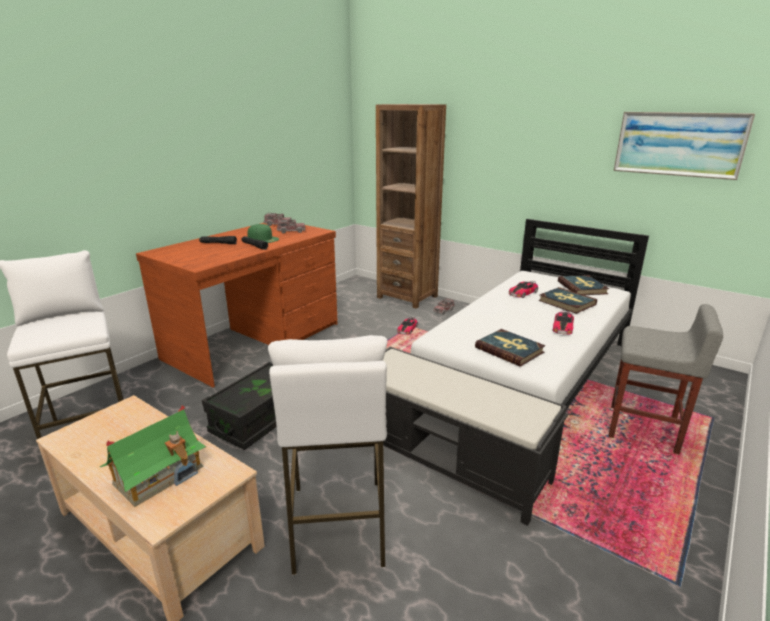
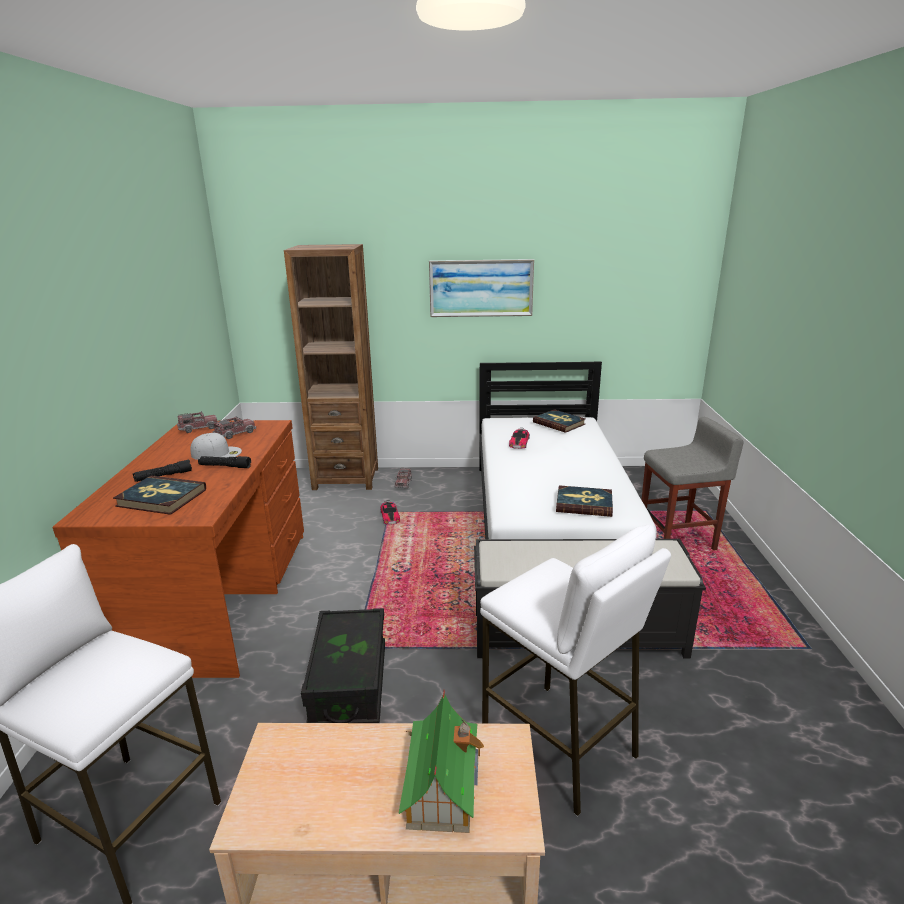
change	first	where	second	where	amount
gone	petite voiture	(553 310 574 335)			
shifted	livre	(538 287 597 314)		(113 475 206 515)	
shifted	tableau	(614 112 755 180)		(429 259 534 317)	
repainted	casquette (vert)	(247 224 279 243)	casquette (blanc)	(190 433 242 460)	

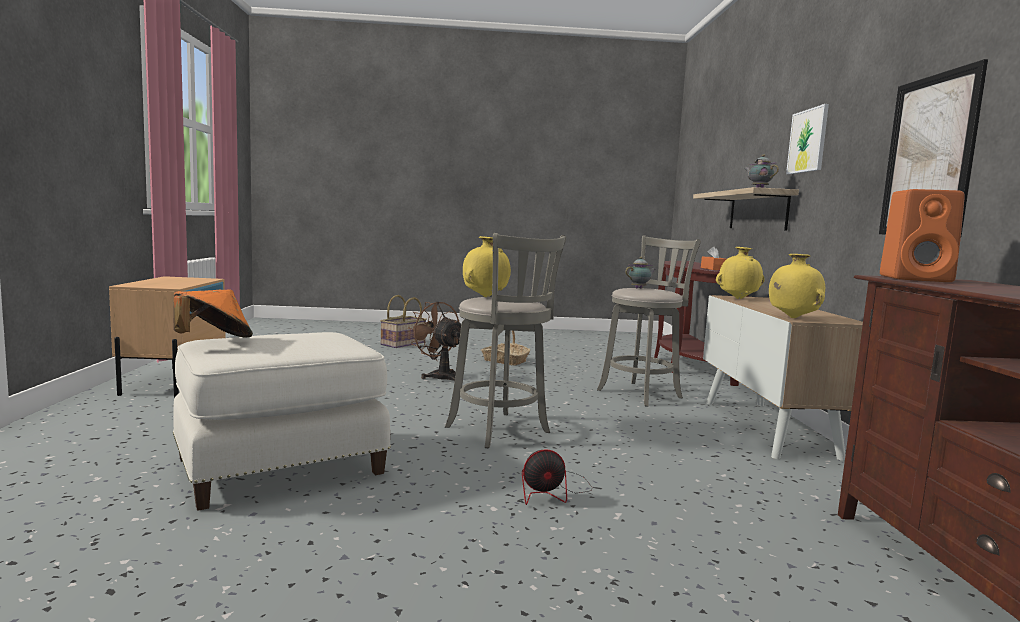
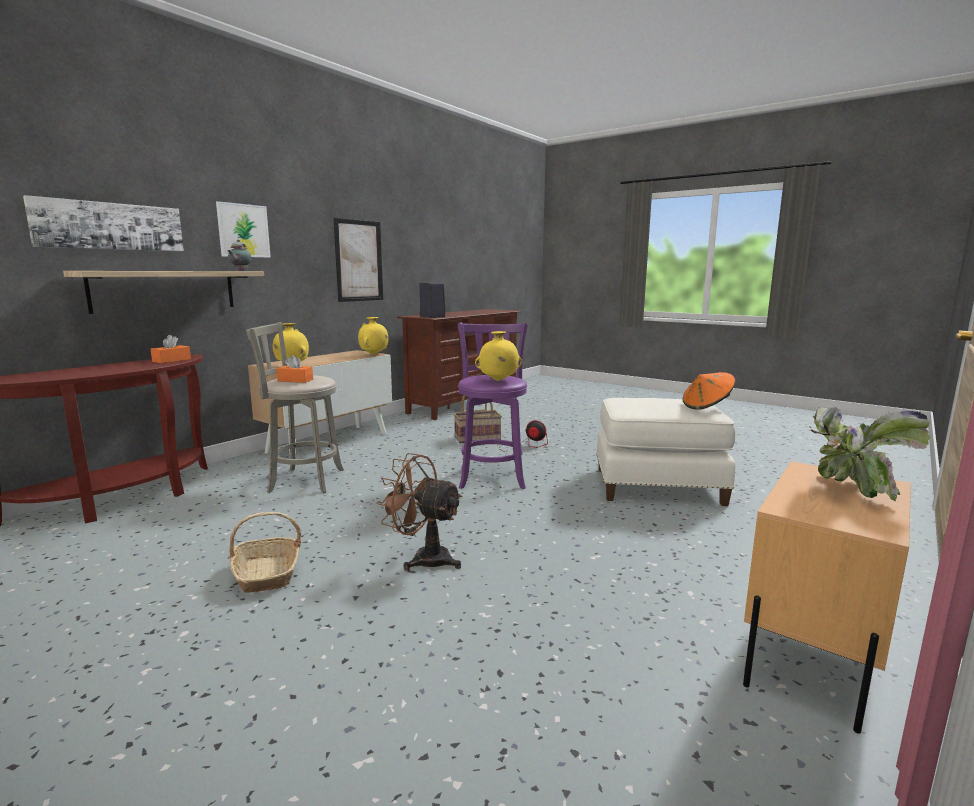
change	first	where	second	where	amount
new			tableau	(23 195 184 251)	
new			plante en pot	(809 407 931 501)	
shifted	panier	(380 295 427 348)		(454 395 502 443)	
swapped	théière	(625 257 656 288)	boîte à mouchoirs (orange)	(276 355 313 383)	
repainted	tabouret (gris)	(445 233 566 448)	tabouret (violet)	(458 322 528 489)	
repainted	enceinte (orange)	(880 189 965 282)	enceinte (noir)	(420 283 446 318)	
rotated	ventilateur (marron)	(408 302 461 381)		(377 453 463 571)	120 degrees clockwise

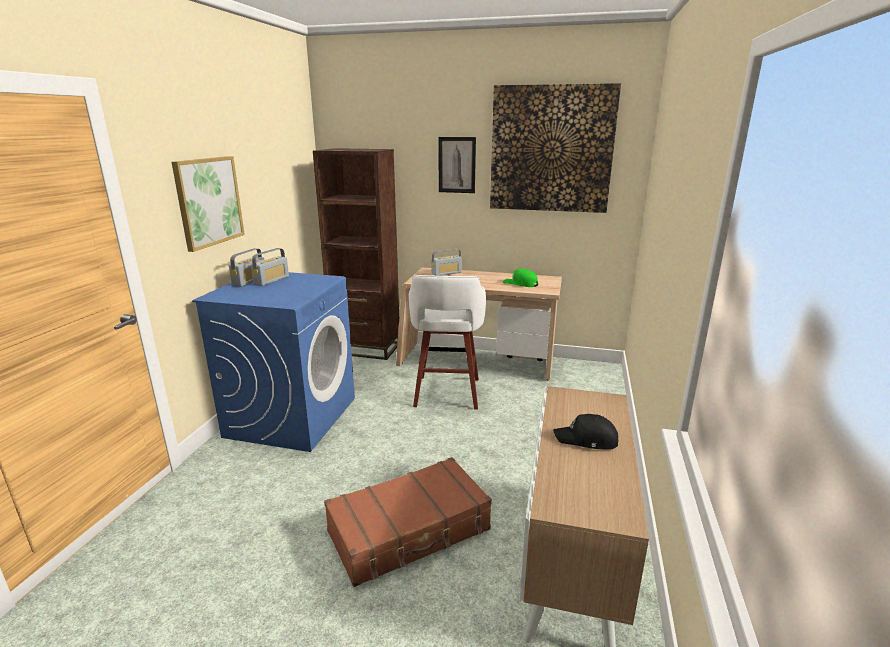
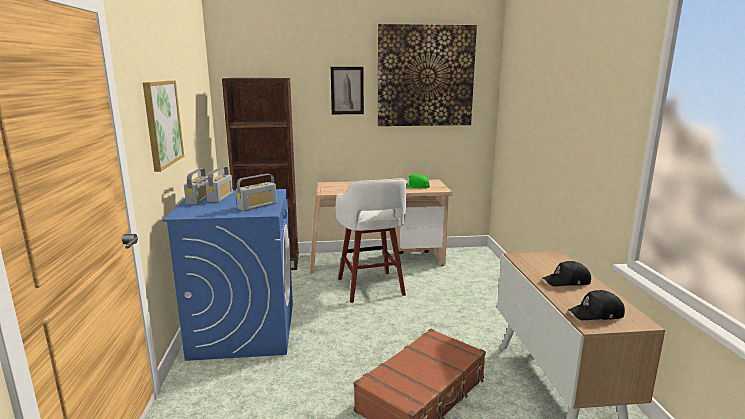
change	first	where	second	where	amount
new			casquette (noir)	(568 290 625 320)	
shifted	radio	(431 249 462 276)		(236 174 277 211)	

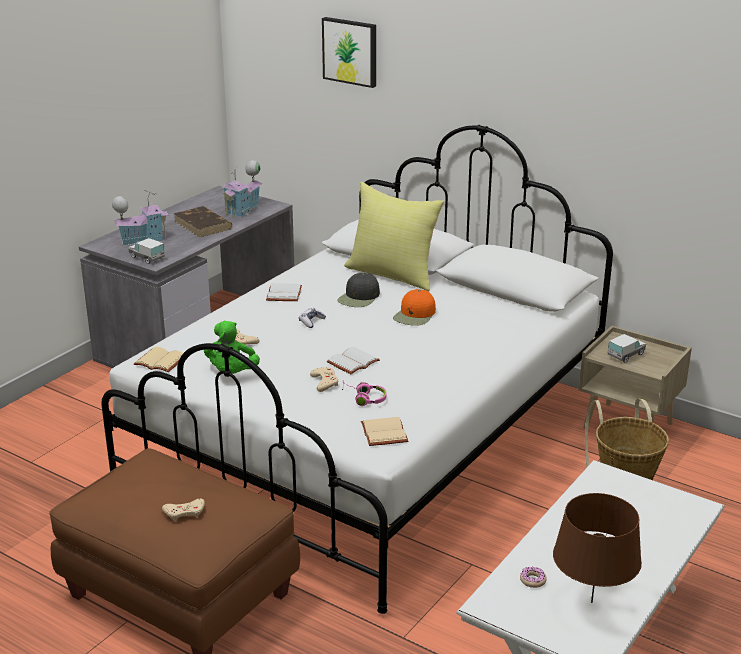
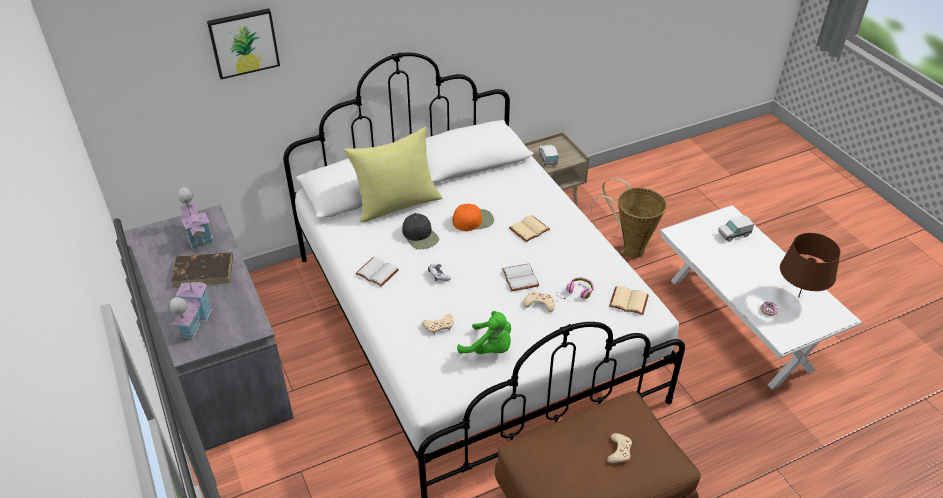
change	first	where	second	where	amount
shifted	camion jouet	(128 238 165 264)		(718 215 754 242)	
shifted	livre (beige)	(134 347 183 372)		(509 215 550 242)	
rotated	casquette (orange)	(393 289 436 326)		(452 204 494 231)	75 degrees counterclockwise

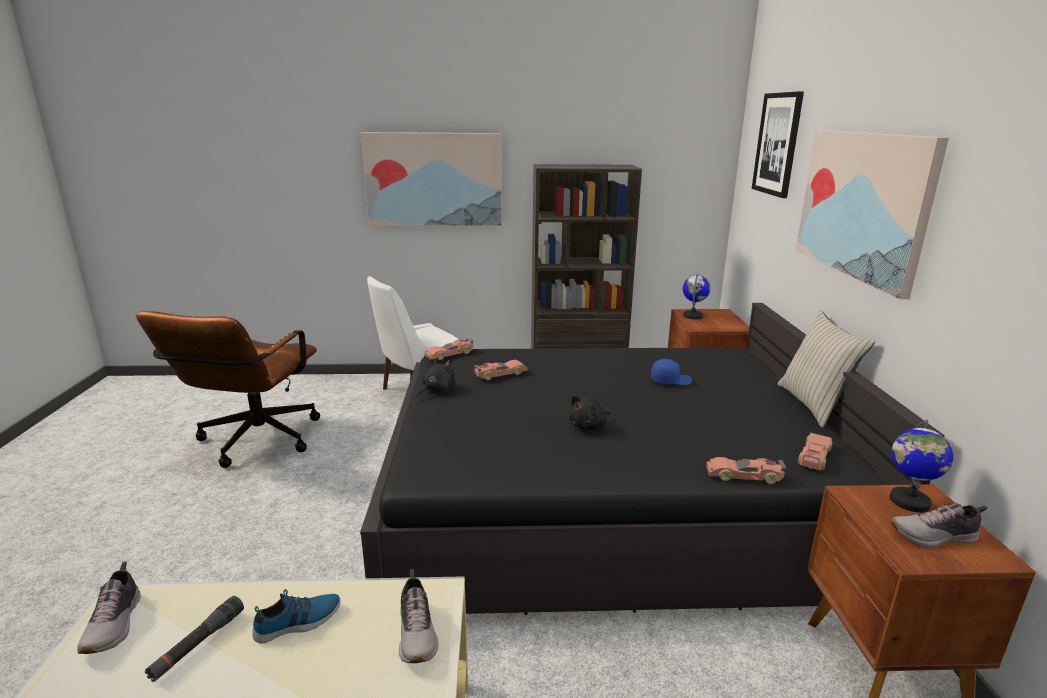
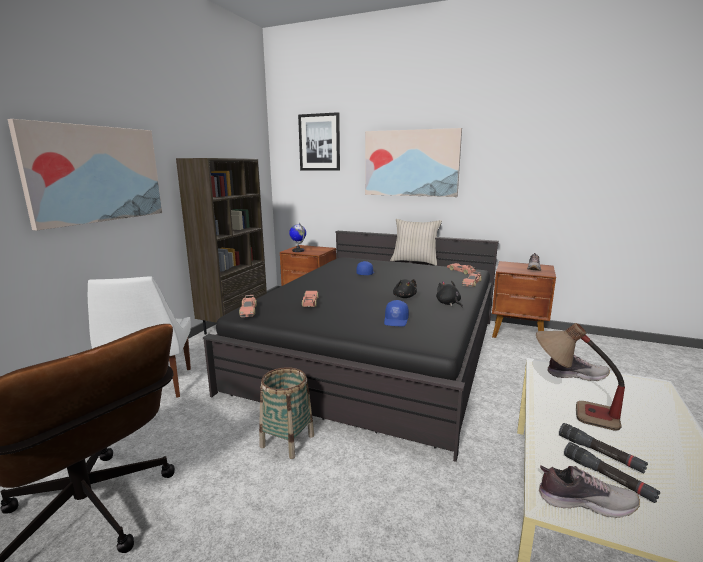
change	first	where	second	where	amount
gone	globe	(889 420 953 512)			
new			panier	(259 367 314 459)	
new			casquette (bleu)	(384 300 409 327)	
new			lampe de poche (noir)	(564 442 660 503)	
shifted	peluche (noir)	(416 358 455 397)		(436 281 463 308)	
swapped	chaussure	(252 589 341 644)	lampe de table	(536 323 625 430)	

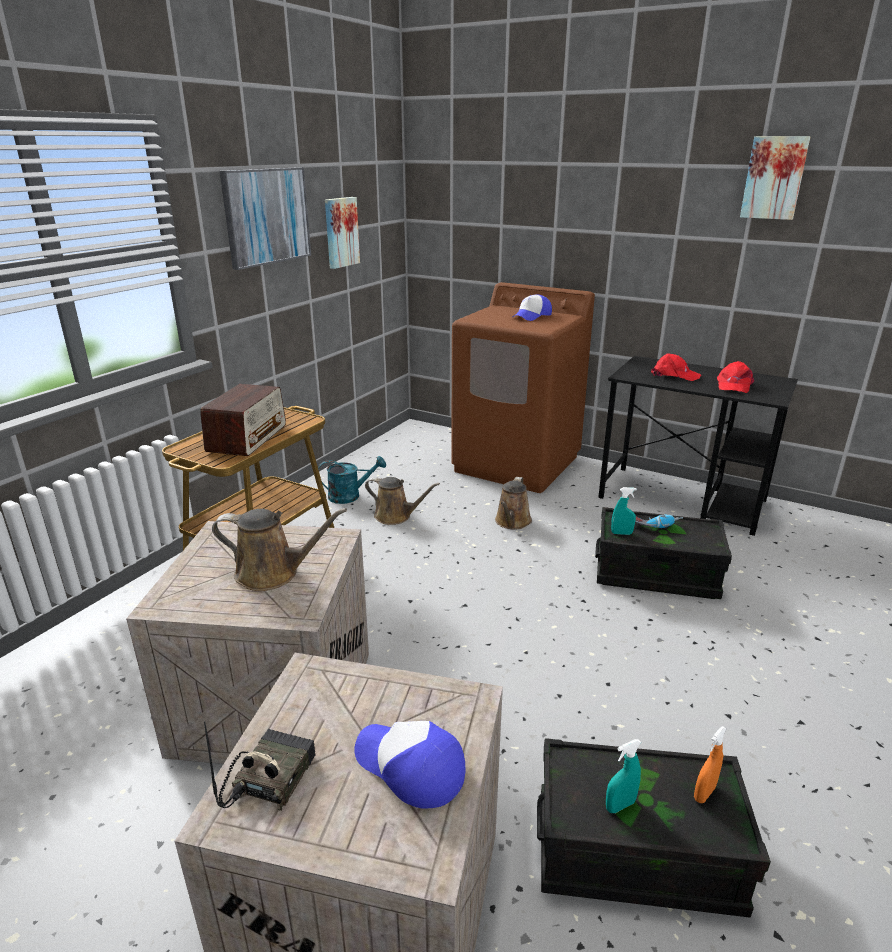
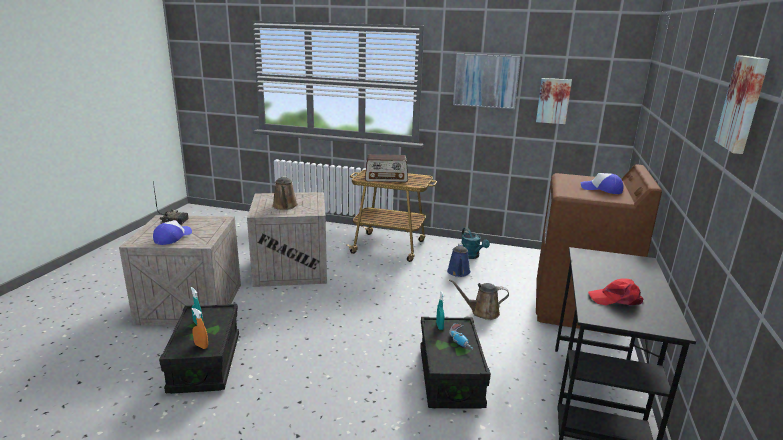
change	first	where	second	where	amount
gone	casquette (rouge)	(651 353 701 381)			
repainted	arrosoir (marron)	(365 477 440 525)	arrosoir (bleu)	(447 244 471 277)	

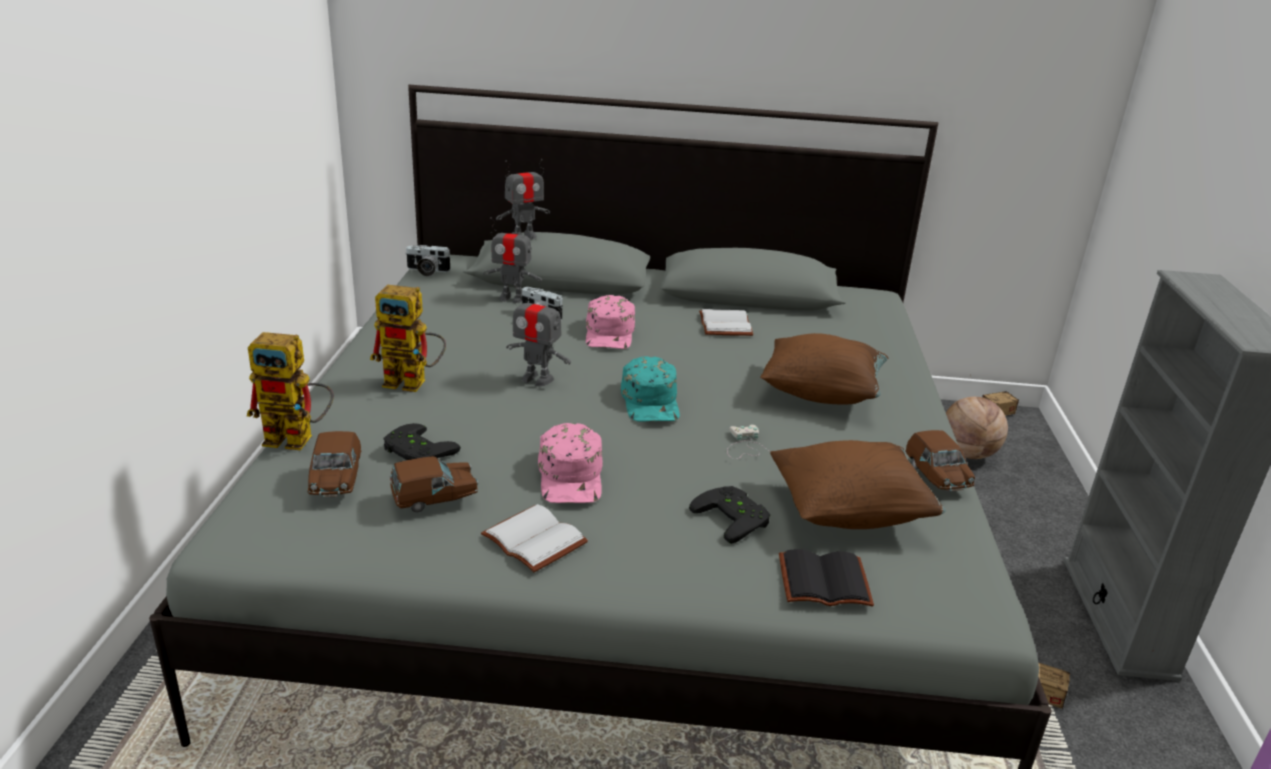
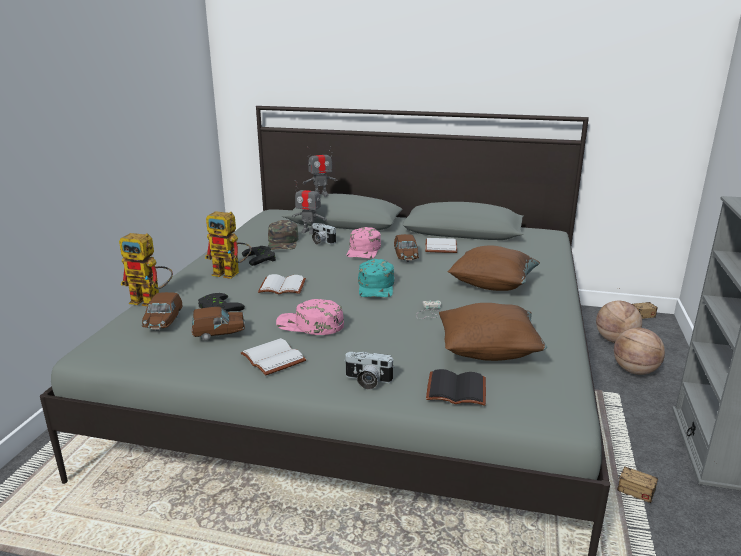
change	first	where	second	where	amount
gone	robot jouet	(506 284 571 386)			
new			livre (blanc)	(258 274 306 294)	
new			casquette (vert)	(268 220 299 250)	
new			ballon de basket	(614 328 665 375)	
shifted	appareil photo	(405 245 451 276)		(344 352 395 389)	
shifted	manette (noir)	(689 486 770 544)		(242 246 276 266)	
shifted	petite voiture (marron)	(906 430 975 491)		(394 234 419 262)	
rotated	casquette (rose)	(538 423 603 503)		(276 299 344 335)	105 degrees clockwise

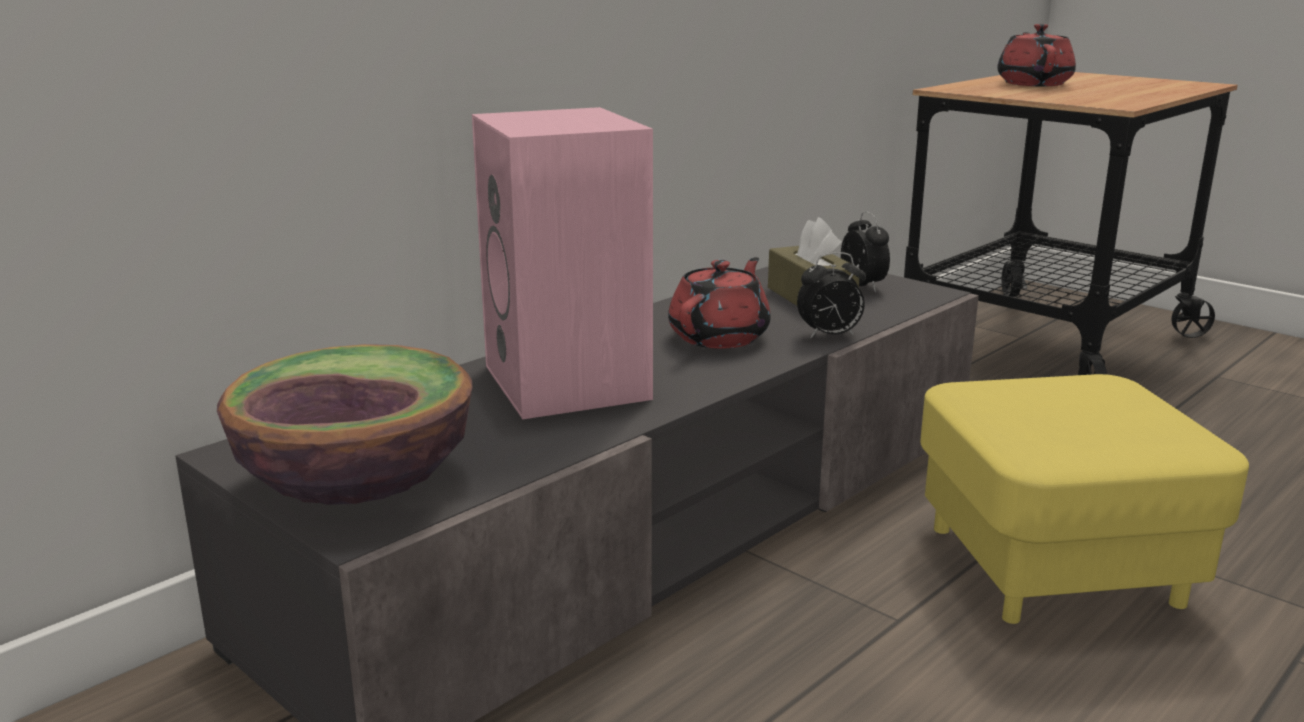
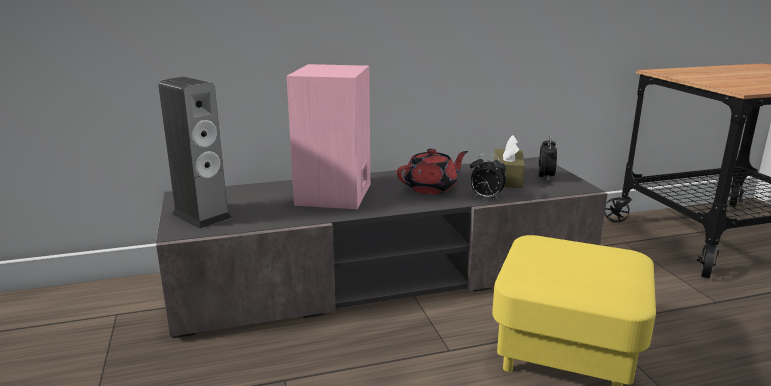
change	first	where	second	where	amount
gone	théière (rouge)	(997 24 1076 86)			
swapped	bol	(217 344 472 505)	enceinte	(158 77 232 229)	

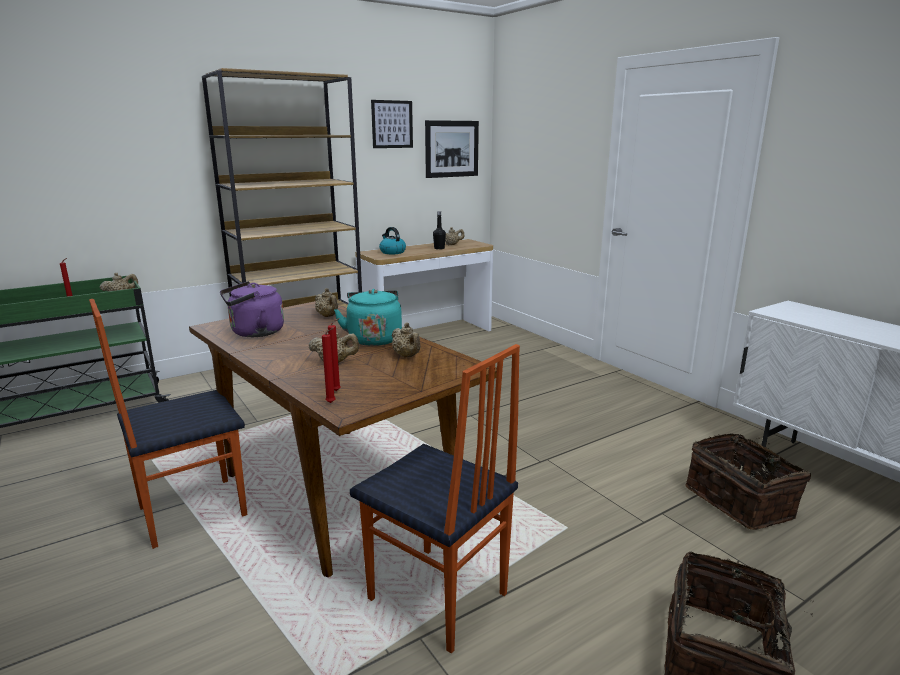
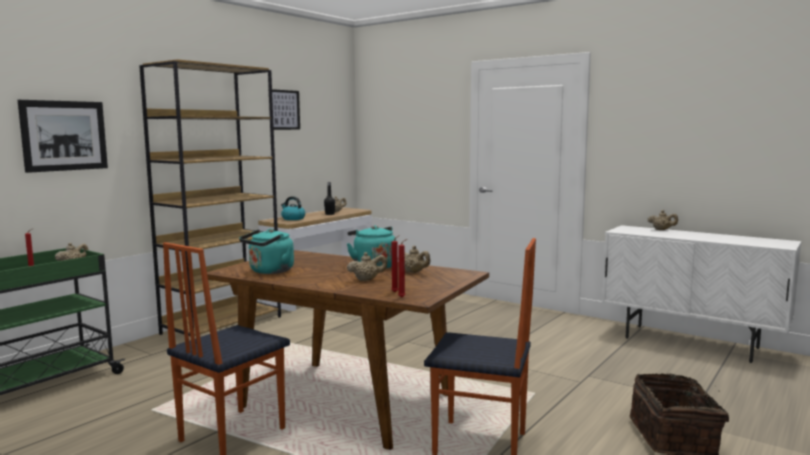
change	first	where	second	where	amount
gone	panier	(685 433 811 530)			
shifted	théière (beige)	(315 288 338 317)		(648 210 678 230)	
shifted	tableau	(425 120 479 178)		(18 100 108 173)	
repainted	bouilloire (violet)	(220 281 284 337)	bouilloire (turquoise)	(239 229 294 274)	

